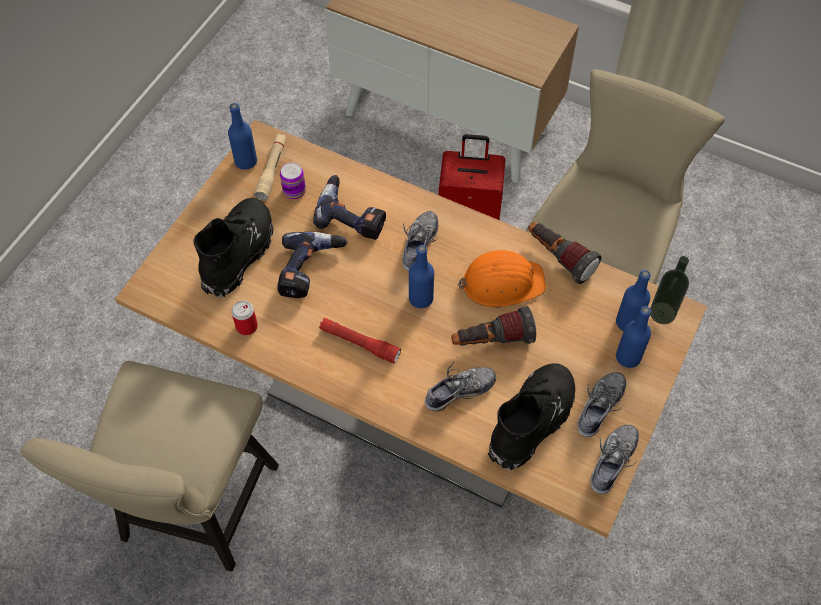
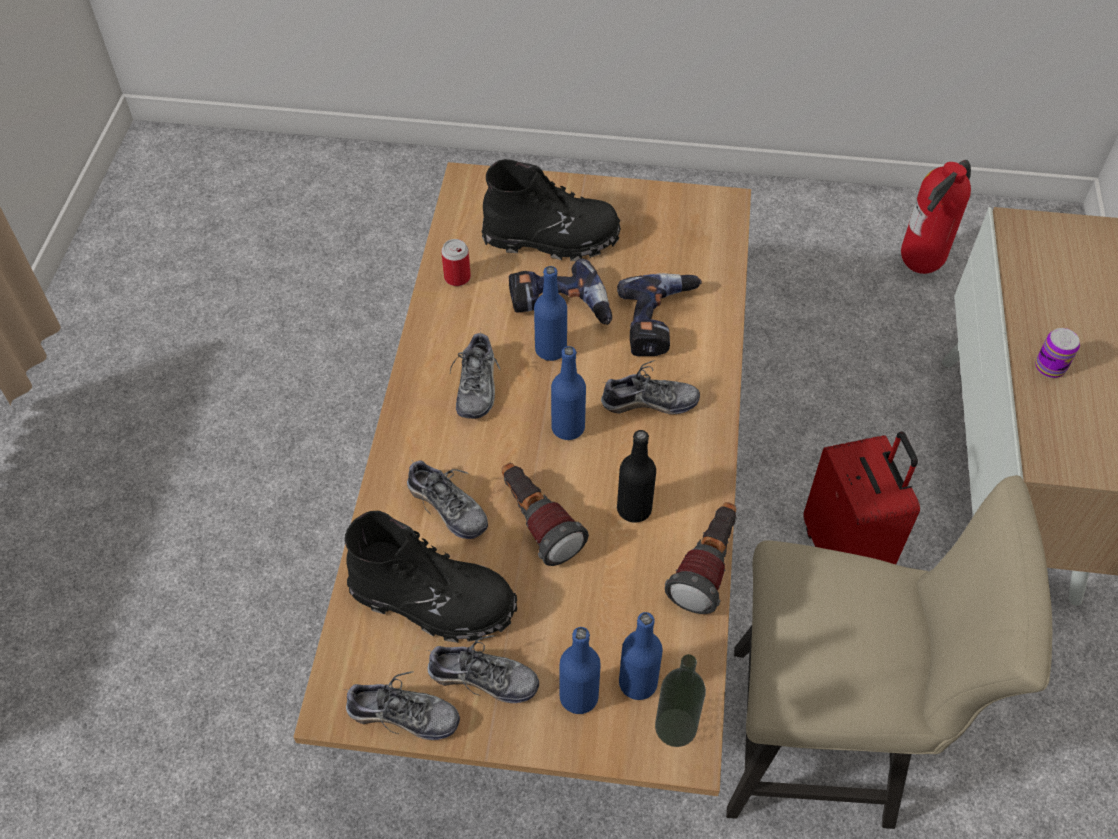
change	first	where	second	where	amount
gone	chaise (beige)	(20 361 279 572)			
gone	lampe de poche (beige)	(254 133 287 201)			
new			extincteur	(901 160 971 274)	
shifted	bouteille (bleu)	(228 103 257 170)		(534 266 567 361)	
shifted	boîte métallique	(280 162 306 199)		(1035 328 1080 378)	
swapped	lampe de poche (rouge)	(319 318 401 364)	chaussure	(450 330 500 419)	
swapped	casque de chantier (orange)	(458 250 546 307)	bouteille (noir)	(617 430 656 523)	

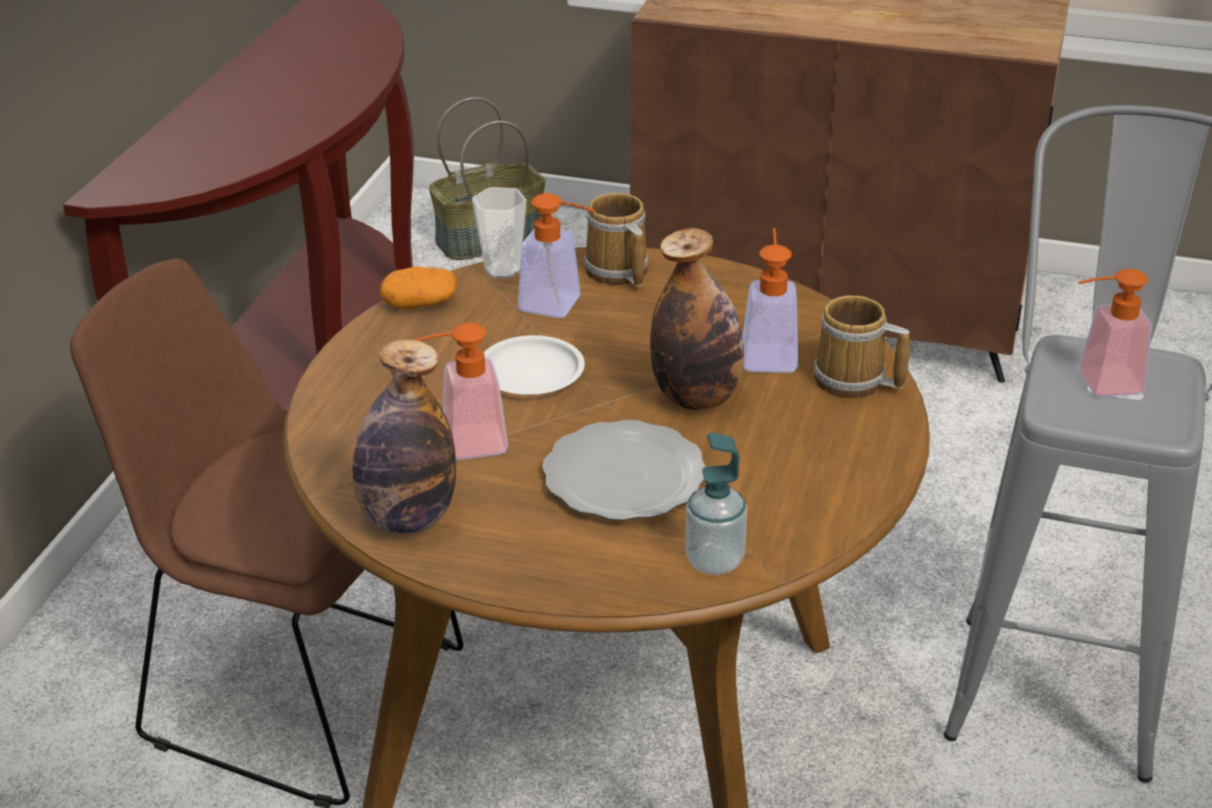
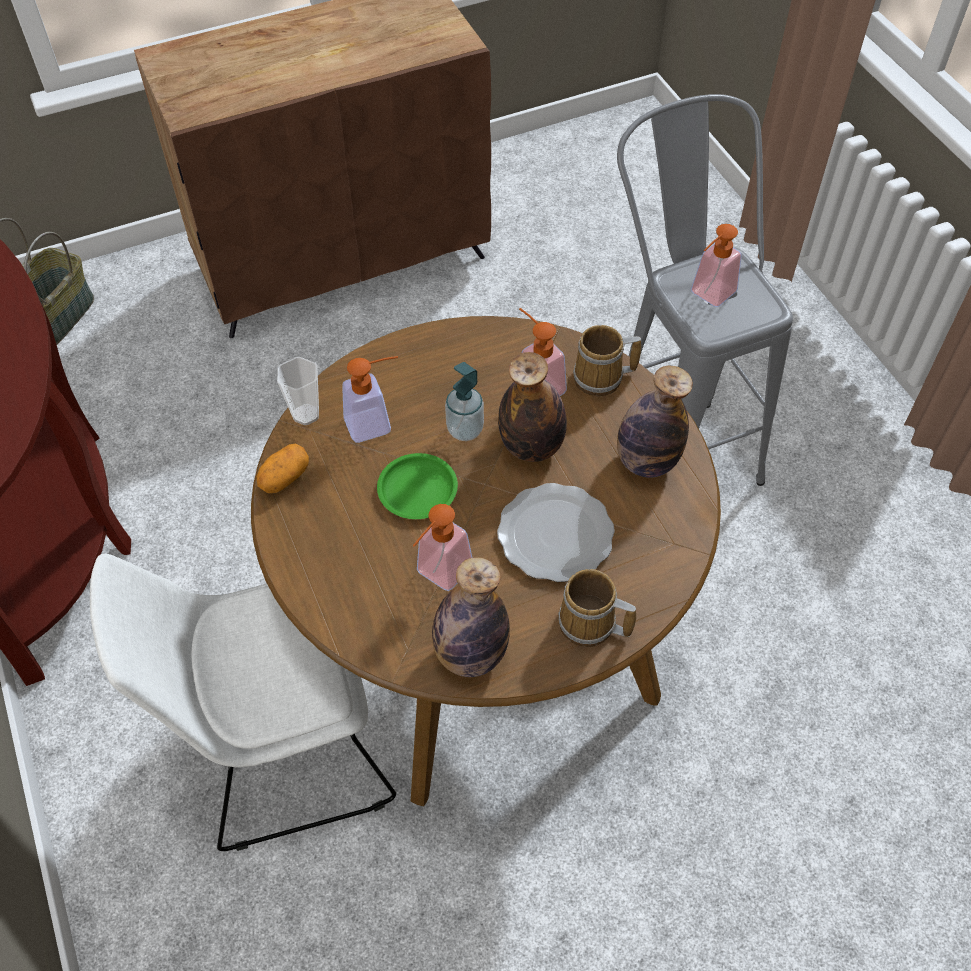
change	first	where	second	where	amount
new			bouteille	(617 366 693 478)	
shifted	mug	(584 193 648 286)		(558 569 636 647)	
shifted	distributeur de savon	(685 433 747 575)		(445 362 484 441)	
repainted	chaise (marron)	(70 258 463 808)	chaise (blanc)	(90 554 396 851)	
repainted	assiette (blanc)	(484 335 585 395)	assiette (vert)	(377 453 458 519)	

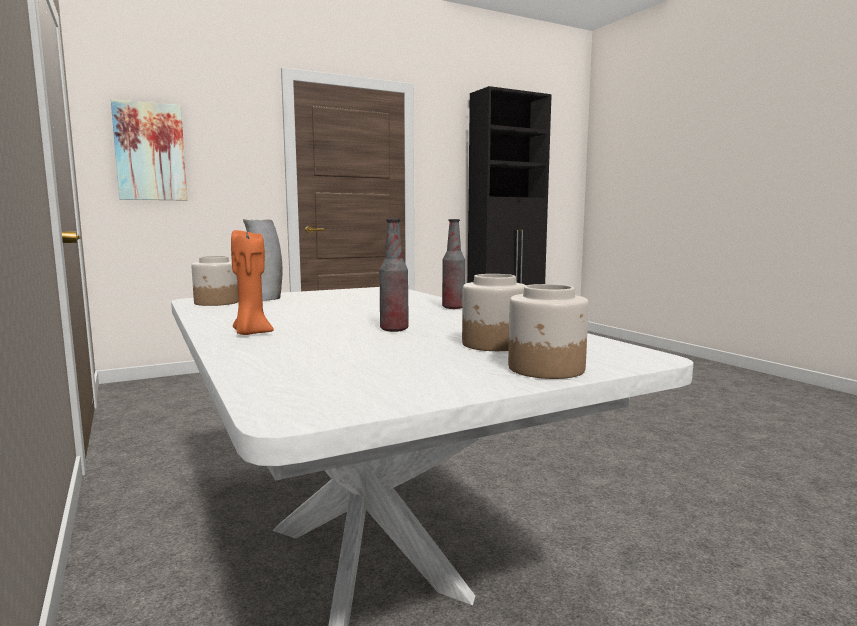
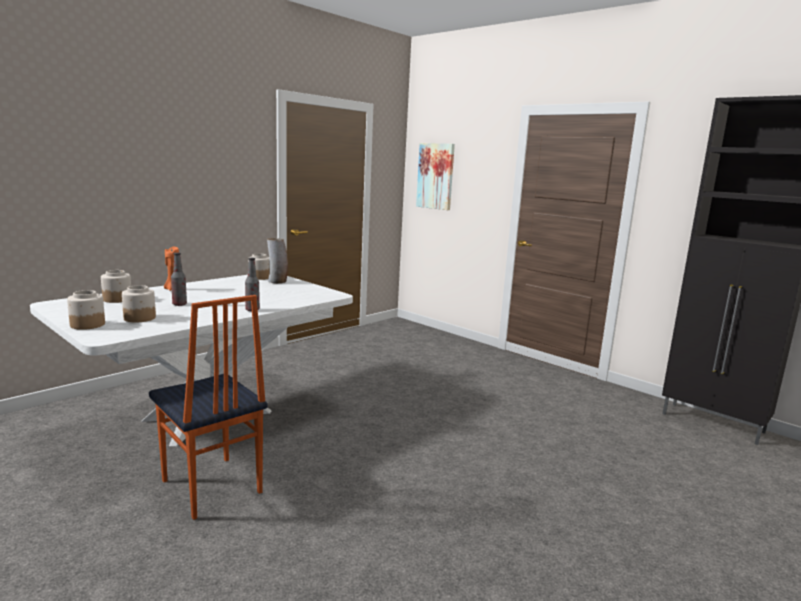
change	first	where	second	where	amount
new			bocal	(101 270 131 303)	
new			chaise	(149 295 267 520)	

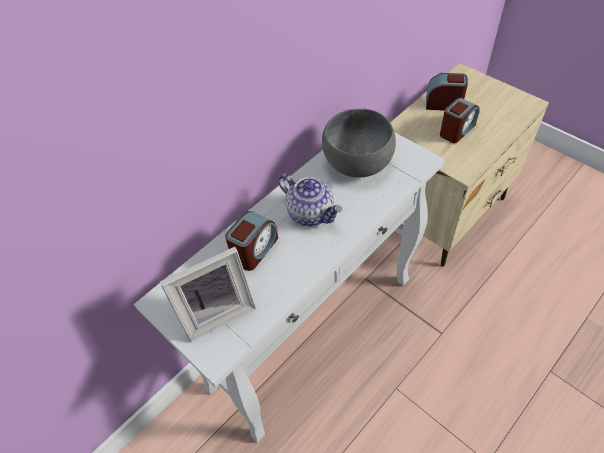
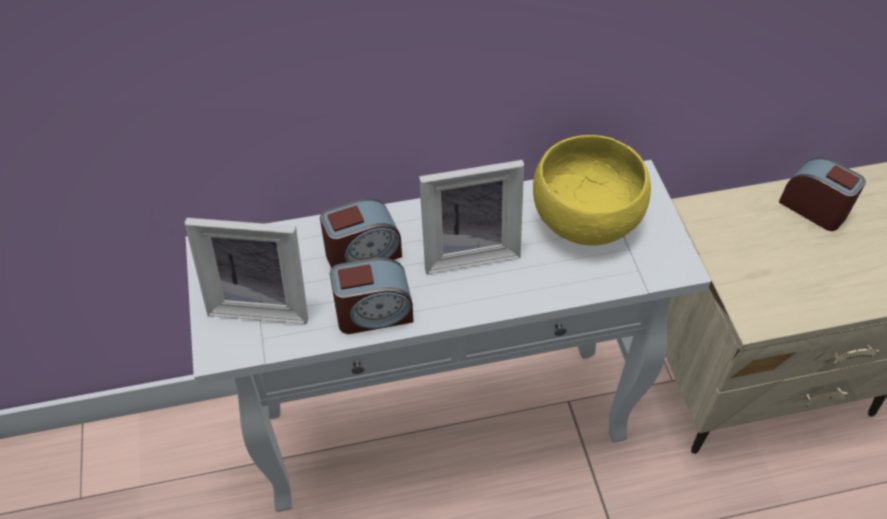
change	first	where	second	where	amount
shifted	réveil	(440 97 480 143)		(330 257 413 334)	
swapped	théière	(278 174 343 226)	cadre photo	(419 160 524 274)	
repainted	bol (gris)	(322 109 396 177)	bol (jaune)	(533 135 651 246)	

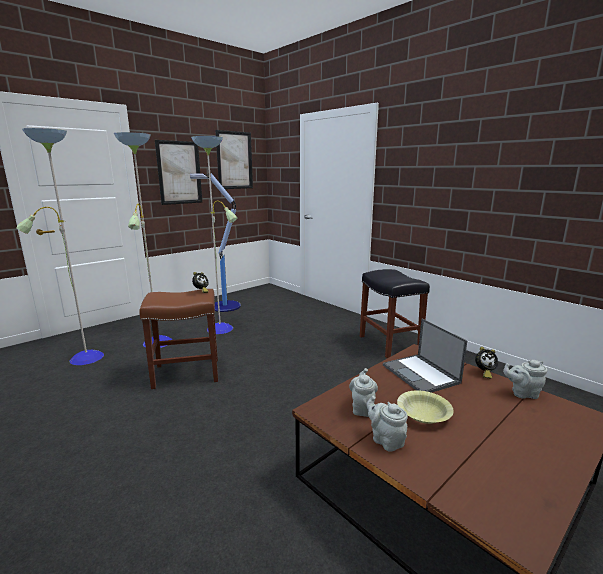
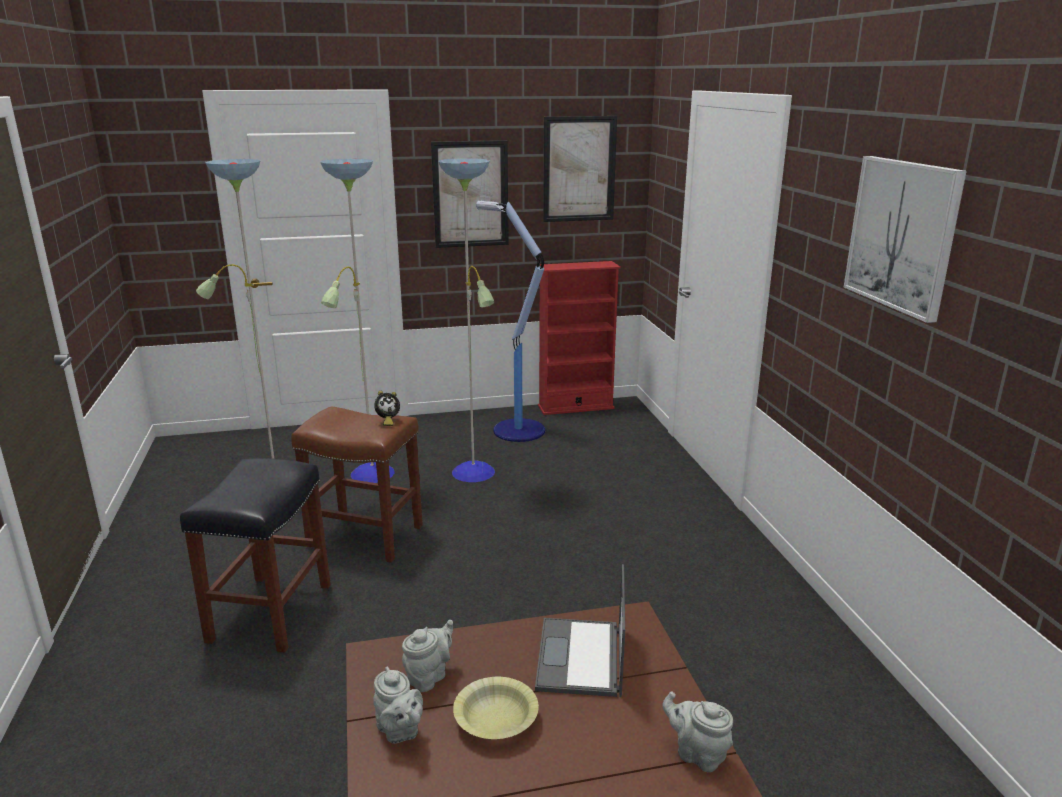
change	first	where	second	where	amount
gone	réveil	(475 347 498 379)			
new			bibliothèque (rouge)	(538 261 620 415)	
new			tableau	(844 156 967 323)	
shifted	tabouret (noir)	(360 269 430 358)		(180 458 331 653)	
rotated	théière (gris)	(367 396 408 452)		(373 667 423 744)	150 degrees clockwise

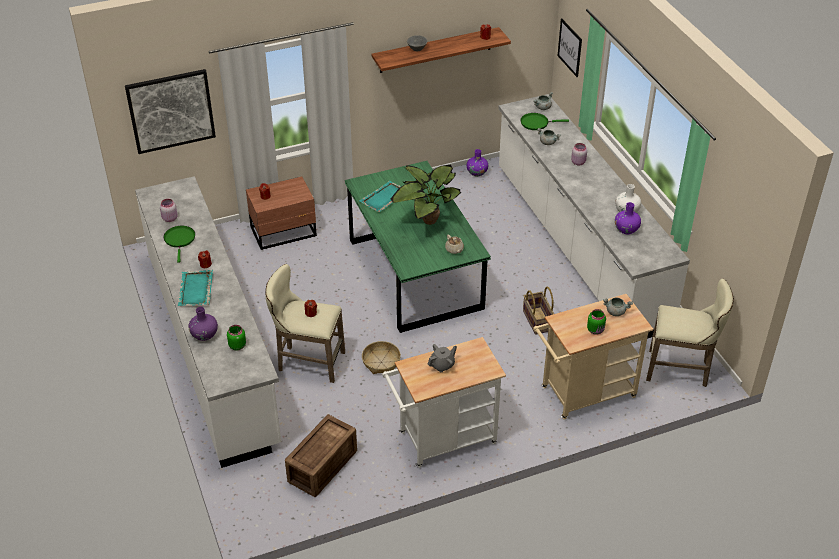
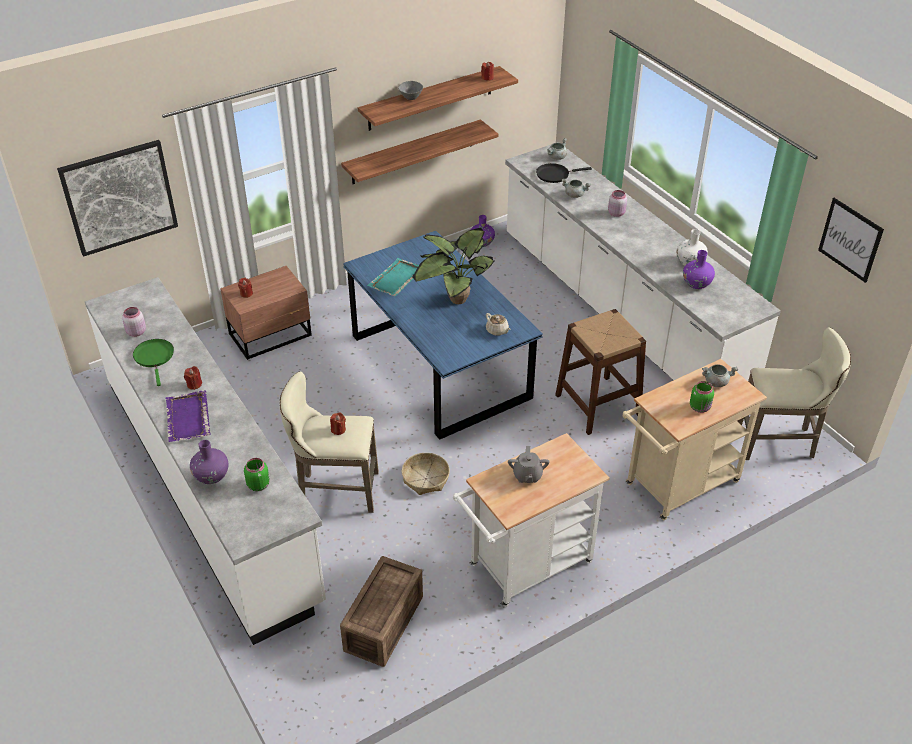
change	first	where	second	where	amount
new			étagère	(341 119 498 184)	
shifted	tableau	(558 19 582 77)		(818 198 884 283)	
swapped	panier	(523 287 554 335)	tabouret (marron)	(555 309 646 435)	
repainted	plateau (turquoise)	(178 270 213 306)	plateau (violet)	(165 390 211 442)	
repainted	table à manger (vert)	(345 161 491 333)	table à manger (bleu)	(343 231 543 440)	
repainted	poêle (vert)	(520 113 569 130)	poêle (noir)	(536 163 592 183)	
rotated	théière (gris)	(428 344 457 372)		(508 446 549 483)	135 degrees clockwise

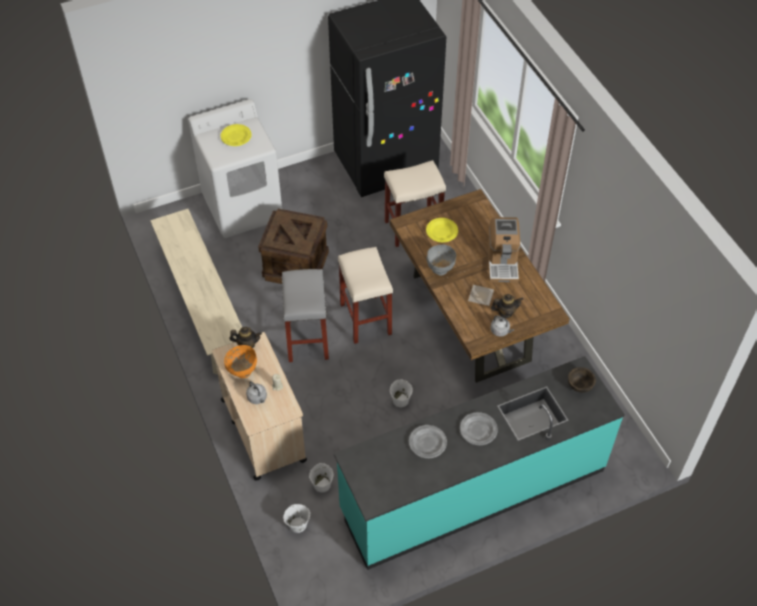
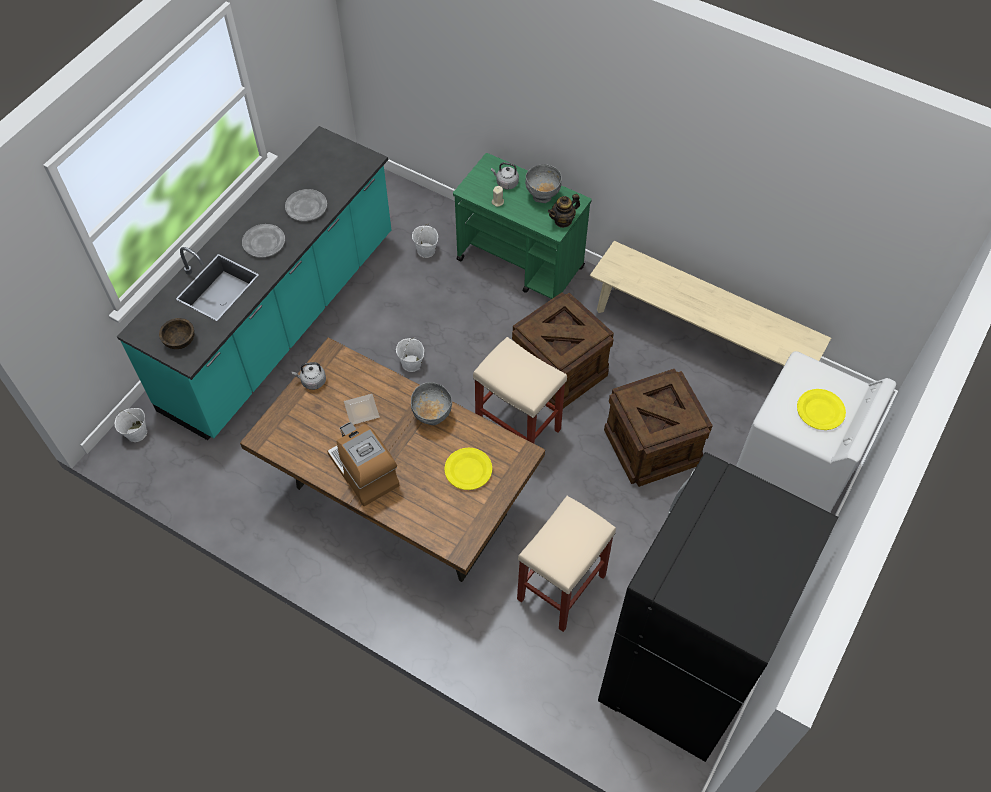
change	first	where	second	where	amount
gone	théière	(491 294 523 318)			
shifted	seau (blanc)	(283 504 310 533)		(115 408 147 442)	
swapped	tabouret (gris)	(282 269 329 362)	caisse	(512 292 614 408)	
repainted	chariot (beige)	(212 332 307 481)	chariot (vert)	(453 153 592 299)	
repainted	bol (orange)	(224 345 257 378)	bol (gris)	(525 164 562 203)	

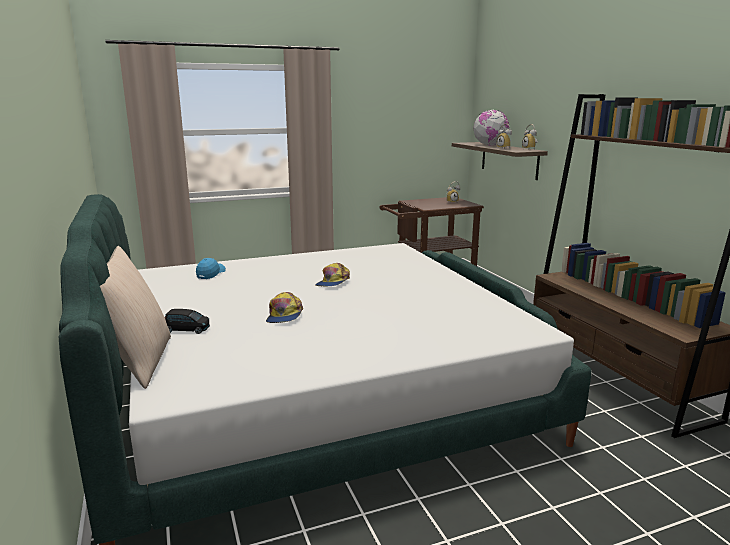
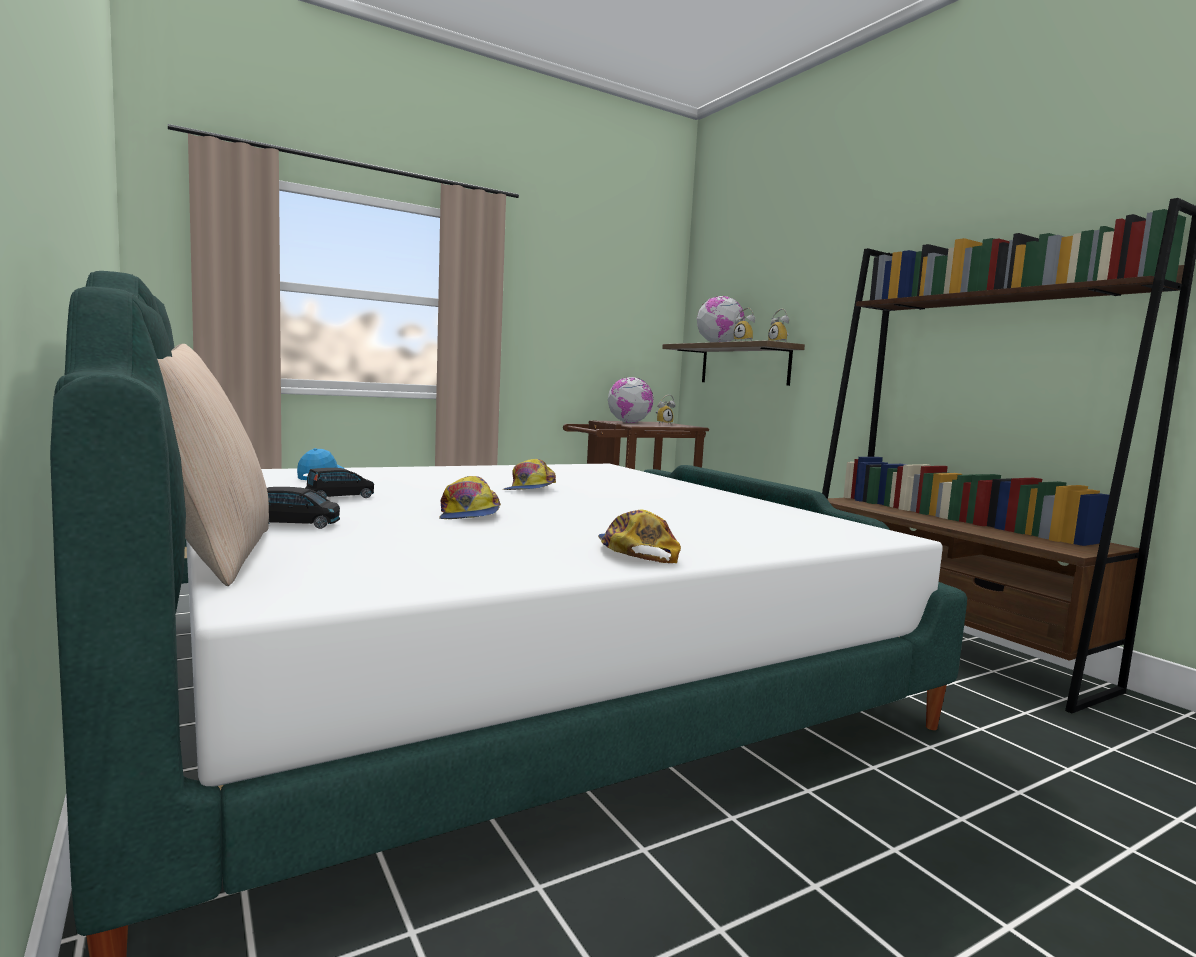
change	first	where	second	where	amount
new			petite voiture (noir)	(305 468 374 498)	
new			casquette	(598 509 681 563)	
new			globe	(608 377 653 423)	

